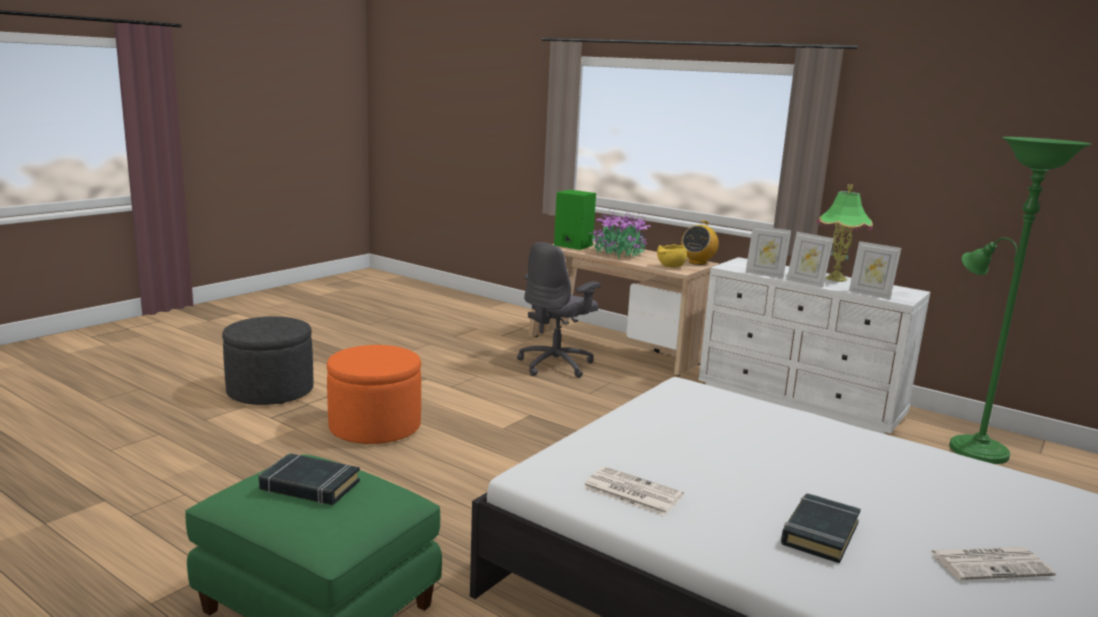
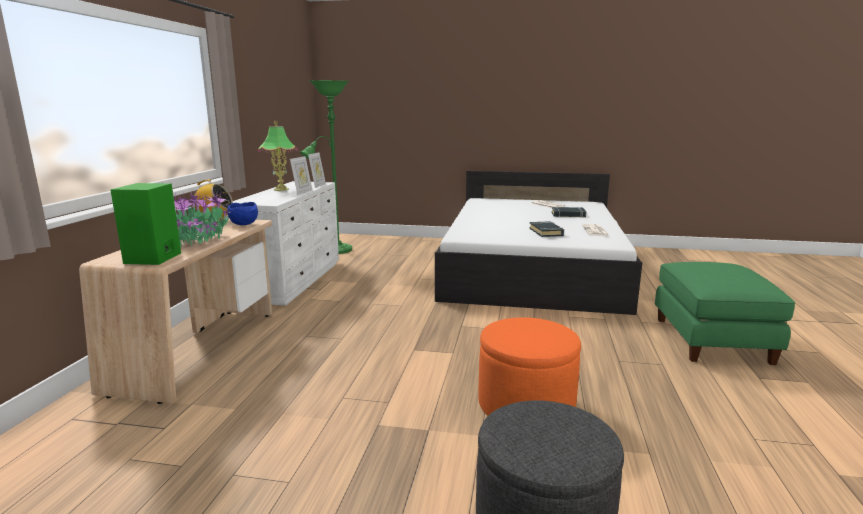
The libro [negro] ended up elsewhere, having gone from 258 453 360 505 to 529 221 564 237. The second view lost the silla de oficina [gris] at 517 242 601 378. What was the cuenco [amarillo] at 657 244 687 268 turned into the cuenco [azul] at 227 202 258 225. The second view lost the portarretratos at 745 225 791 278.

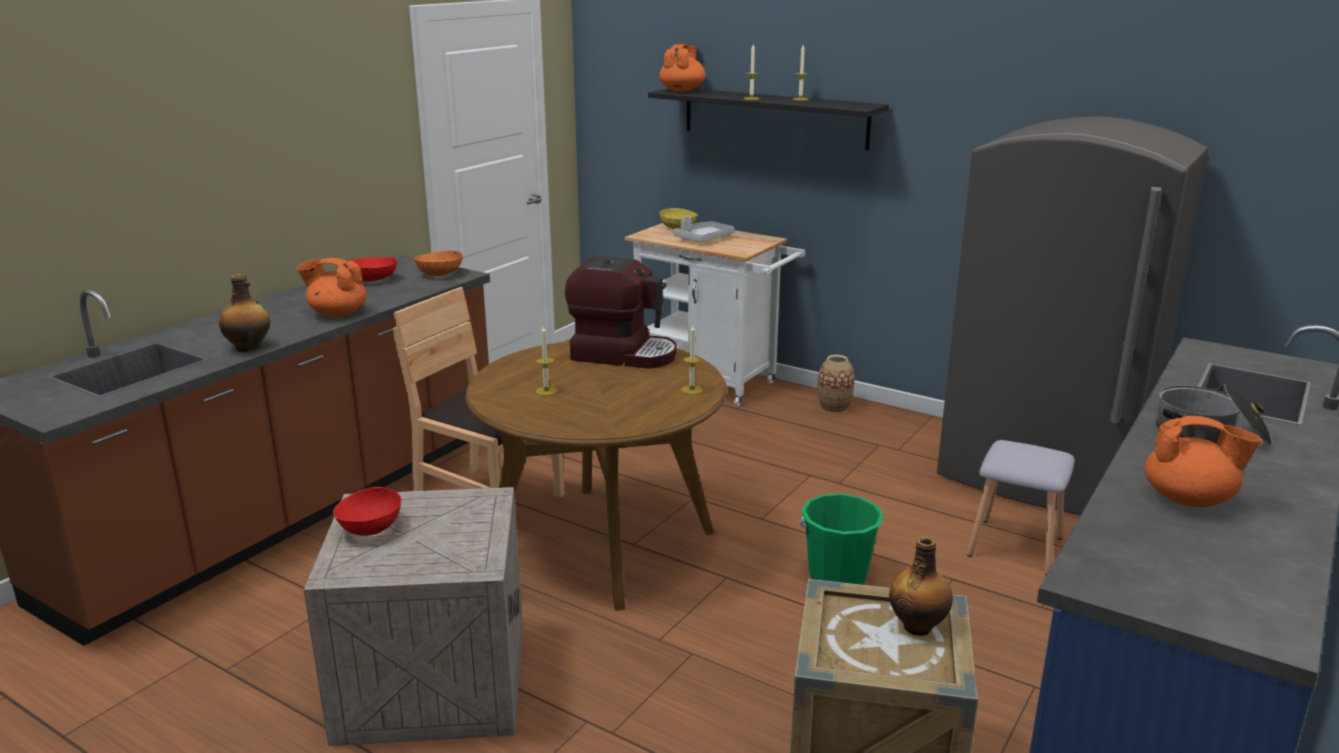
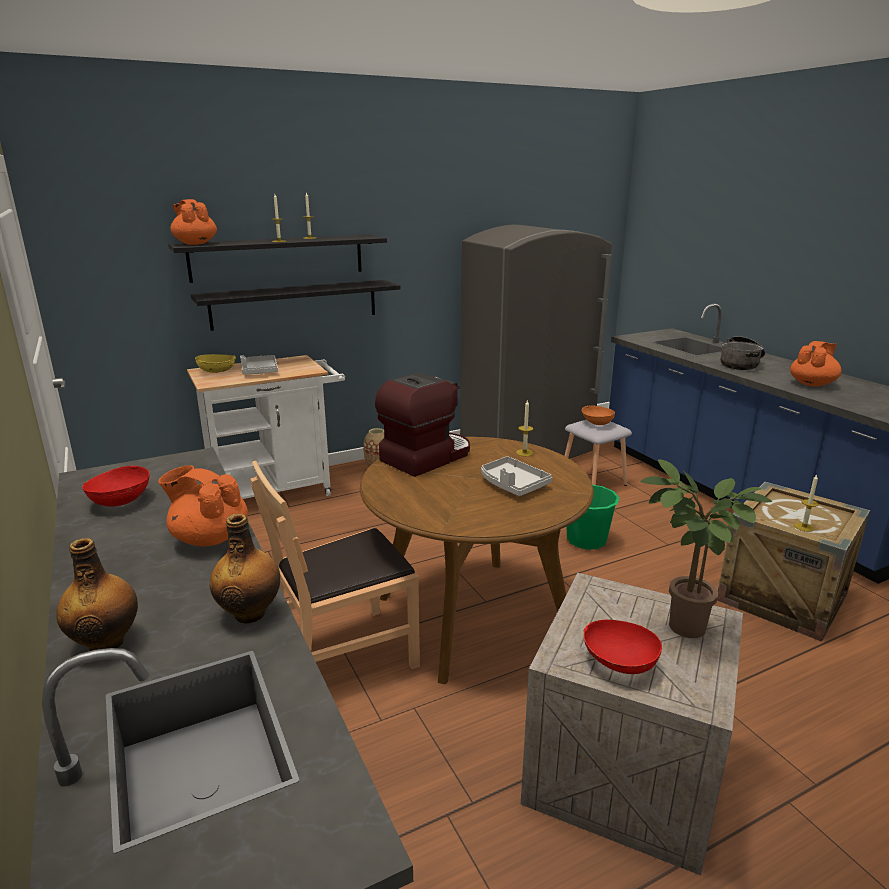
The tetera [naranja] at 297 258 367 318 ended up facing another way, 75 degrees clockwise from before. The cuenco [naranja] ended up elsewhere, having gone from 414 250 463 276 to 582 406 615 425. The vela ended up elsewhere, having gone from 536 326 557 396 to 794 475 819 532. The botella ended up elsewhere, having gone from 889 536 953 636 to 56 538 138 651. The second view gained the estante [negro] at 191 280 400 331. The second view gained the bandeja [gris] at 481 456 552 496. The second view gained the planta en maceta at 640 459 772 638.

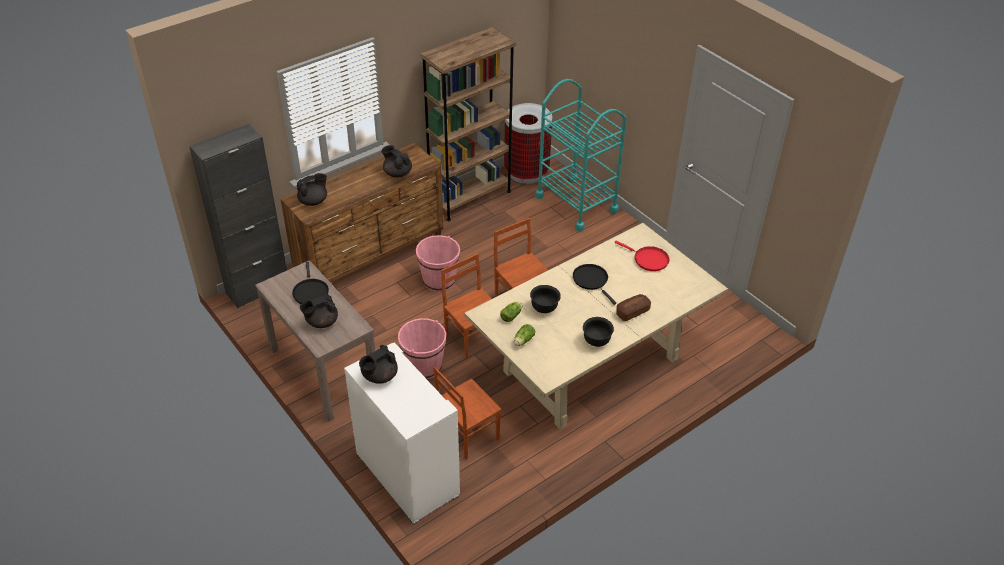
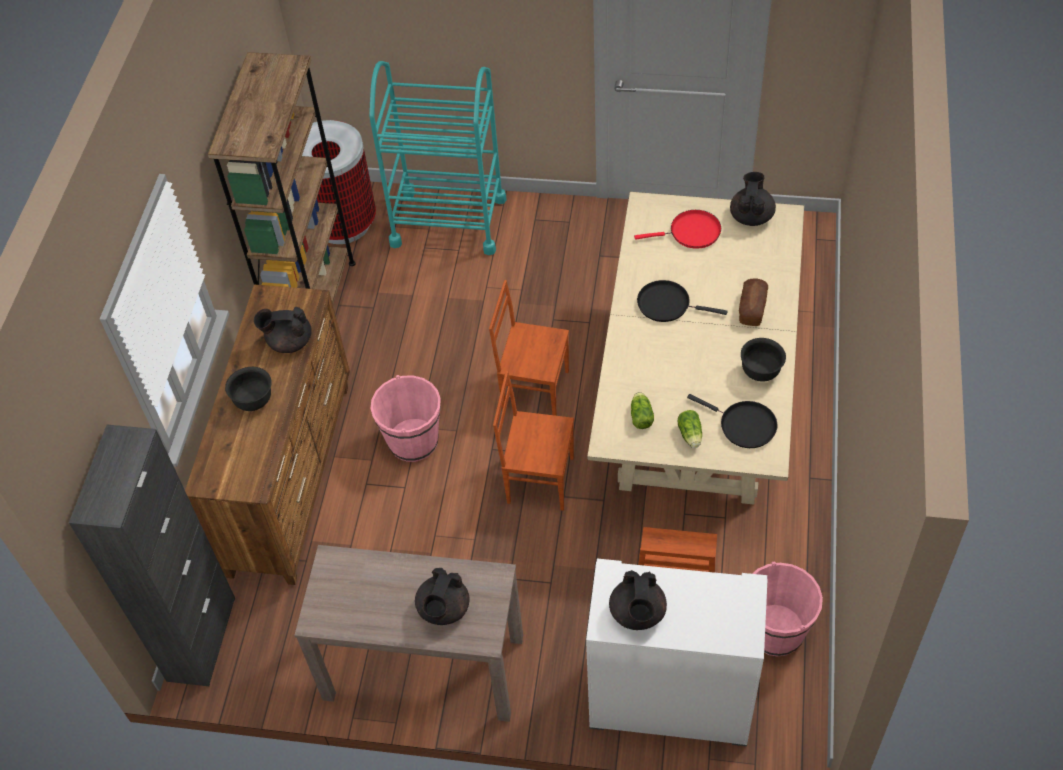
The sartén [negro] ended up elsewhere, having gone from 292 262 329 304 to 687 394 777 448. The tetera [negro] ended up elsewhere, having gone from 297 173 327 206 to 730 172 776 226. The cubo [rosa] ended up elsewhere, having gone from 398 318 446 379 to 752 562 823 656. The cuenco [negro] ended up elsewhere, having gone from 530 285 561 313 to 225 367 272 411.

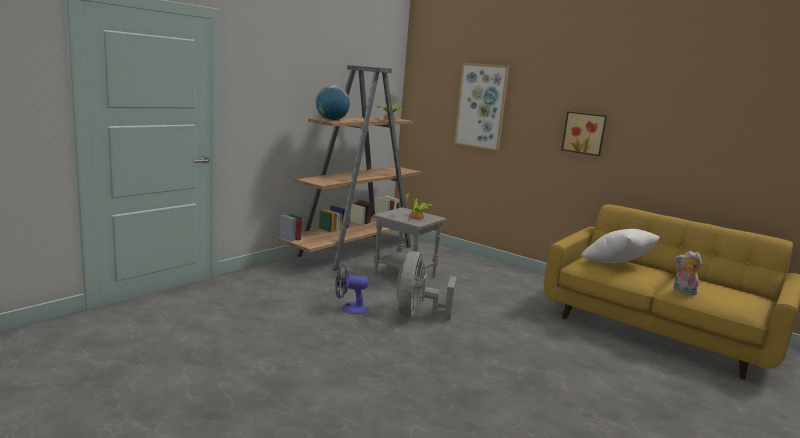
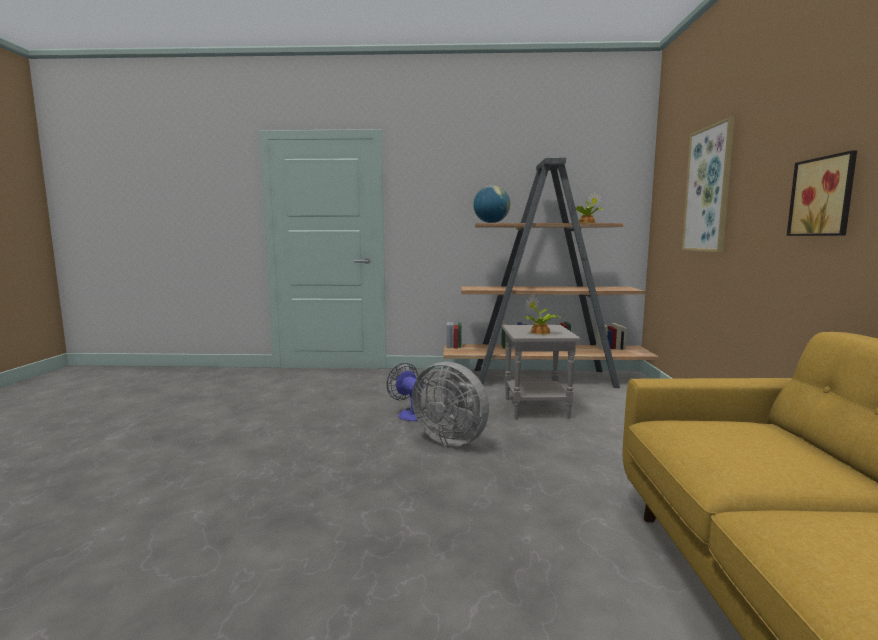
The ventilador [gris] at 396 251 457 320 ended up facing another way, 120 degrees counterclockwise from before. The second view lost the cojín [blanco] at 581 229 660 263. The second view lost the peluche at 673 251 702 295.

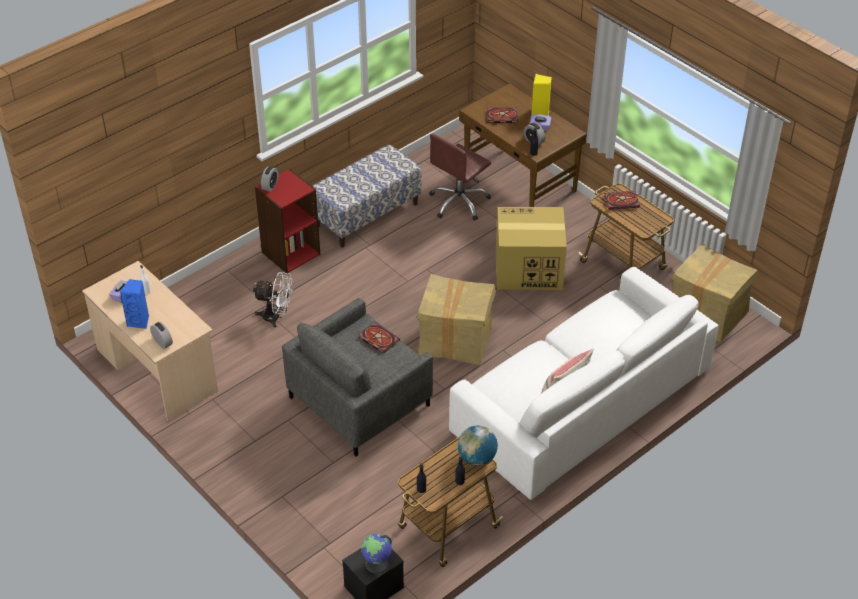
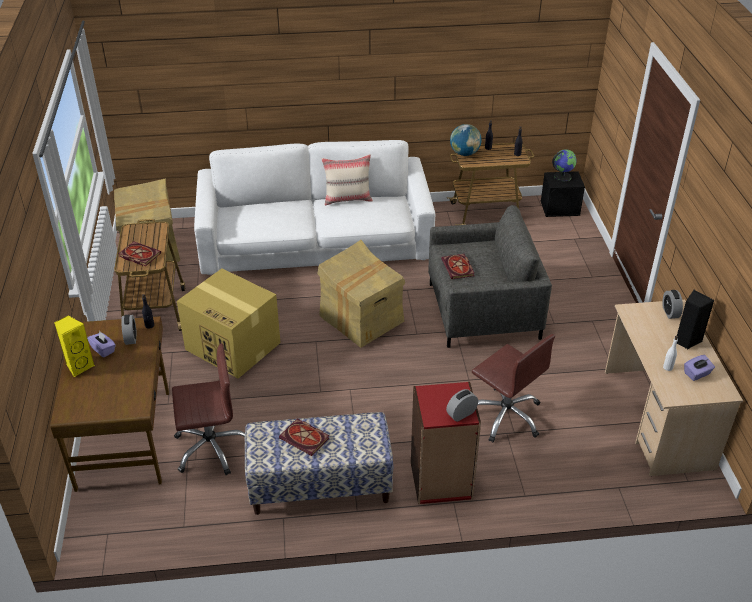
What was the altavoz [azul] at 120 279 149 329 turned into the altavoz [negro] at 677 290 715 349. Where the ventilador [blanco] stood at 253 272 292 328, the silla de oficina [marrón] came to stand at 472 334 555 442. The libro ended up elsewhere, having gone from 487 108 518 123 to 279 419 329 456.

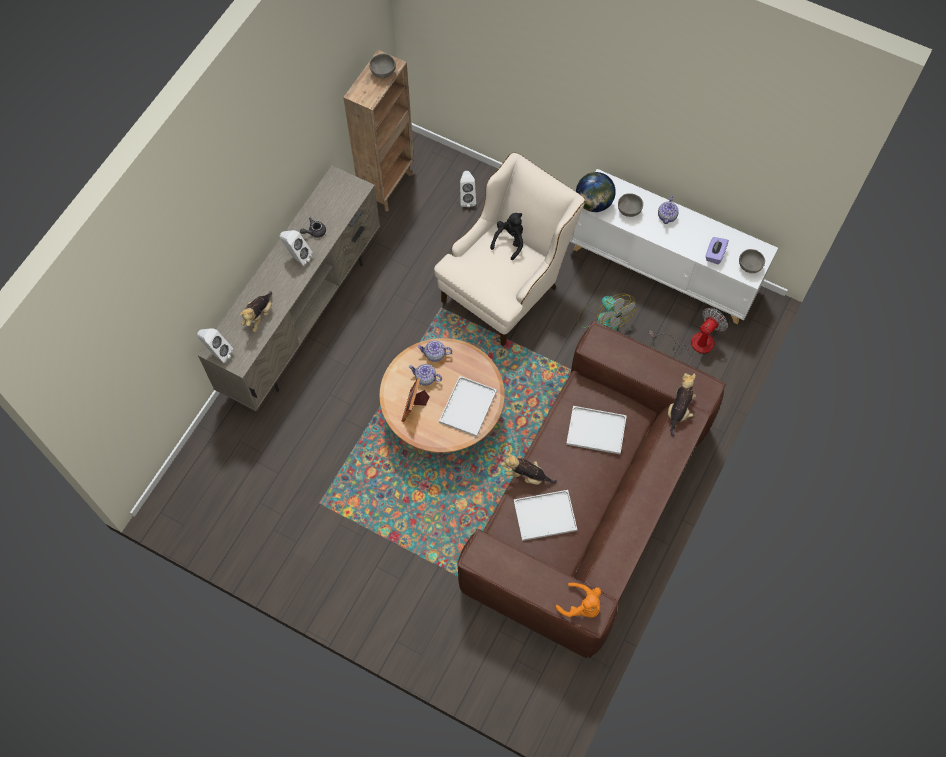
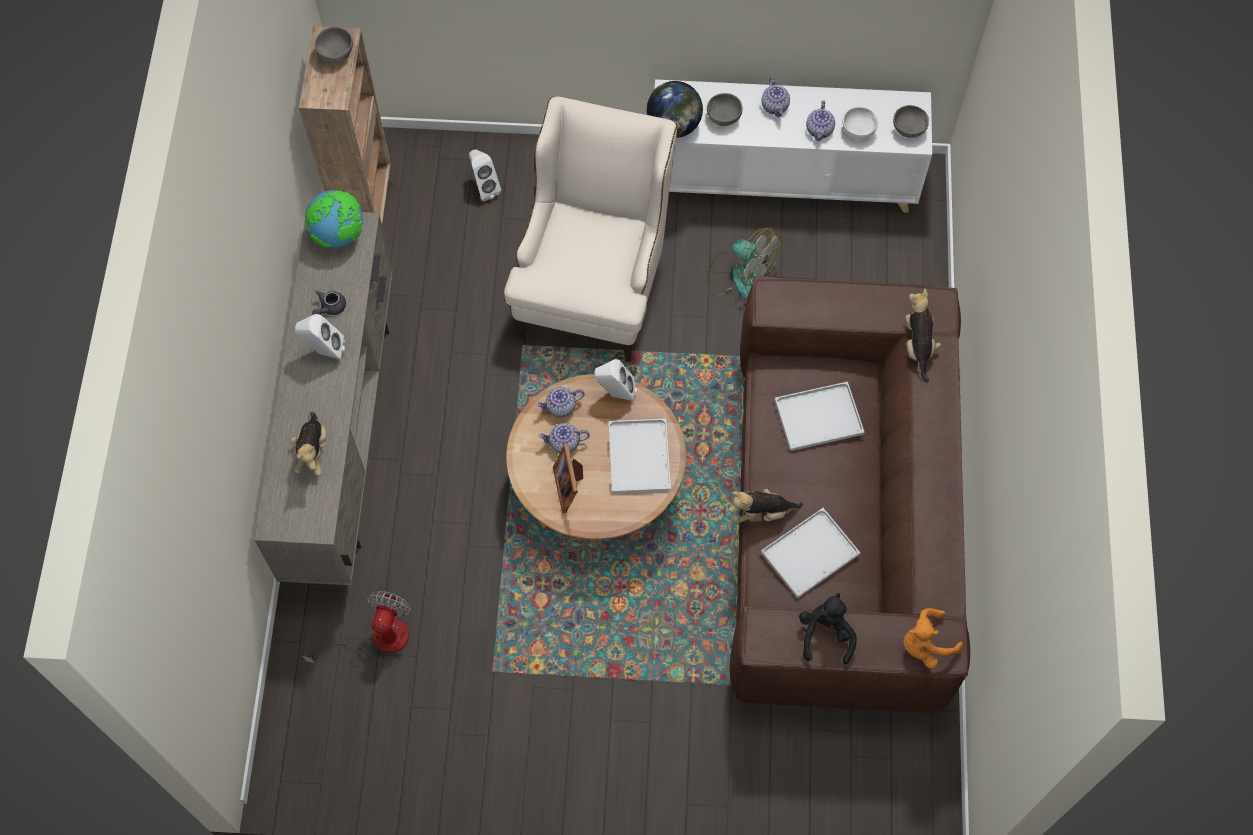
The altavoz [blanco] ended up elsewhere, having gone from 197 328 233 363 to 594 359 637 401. The peluche [negro] ended up elsewhere, having gone from 490 213 524 260 to 799 593 857 664. The peluche [naranja] at 555 582 601 618 ended up facing another way, 150 degrees clockwise from before. The ventilador ended up elsewhere, having gone from 648 308 728 355 to 303 591 411 667. Where the caja de pañuelos [morado] stood at 706 237 729 264, the cuenco [blanco] came to stand at 842 107 878 139. The second view gained the globo terráqueo at 305 190 363 248. The second view gained the tetera at 806 100 835 141.

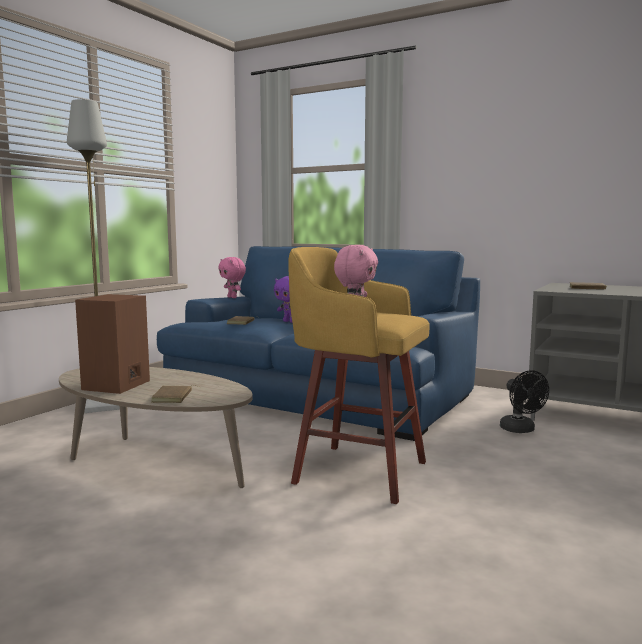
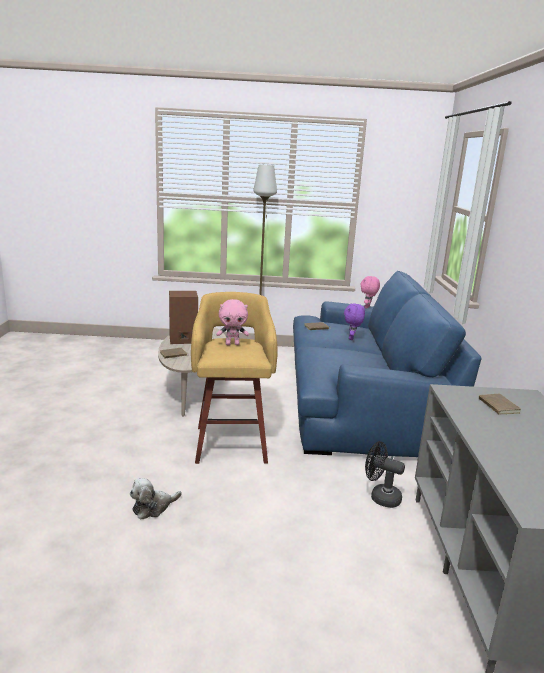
The ventilador [negro] at 500 370 549 433 ended up facing another way, 75 degrees clockwise from before. The second view gained the peluche at 130 478 182 520.

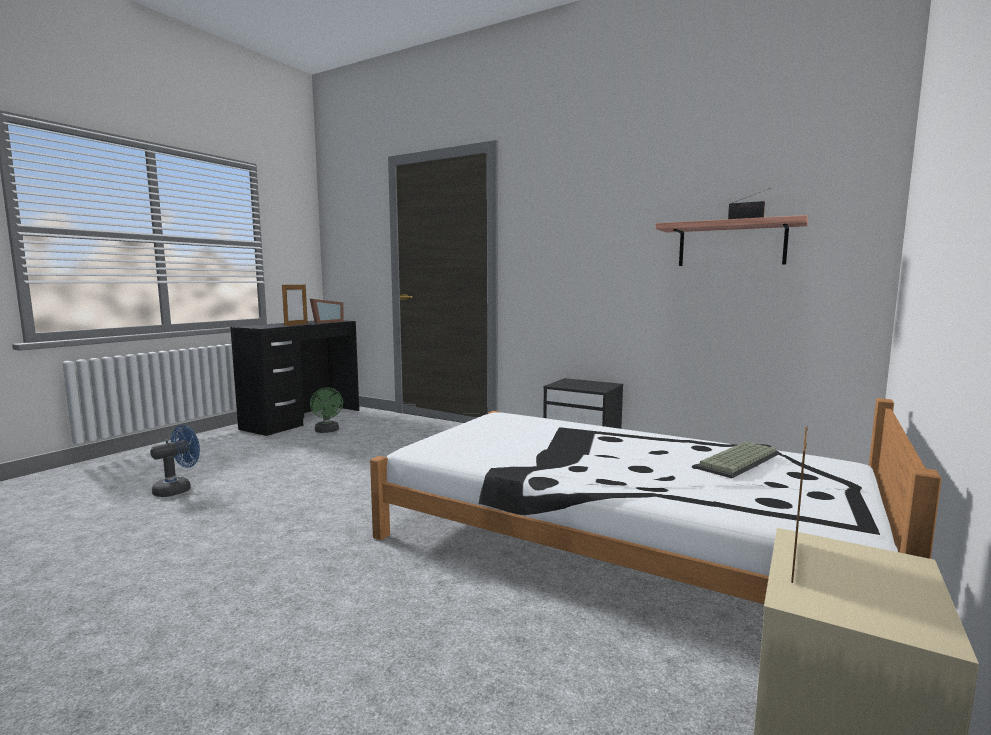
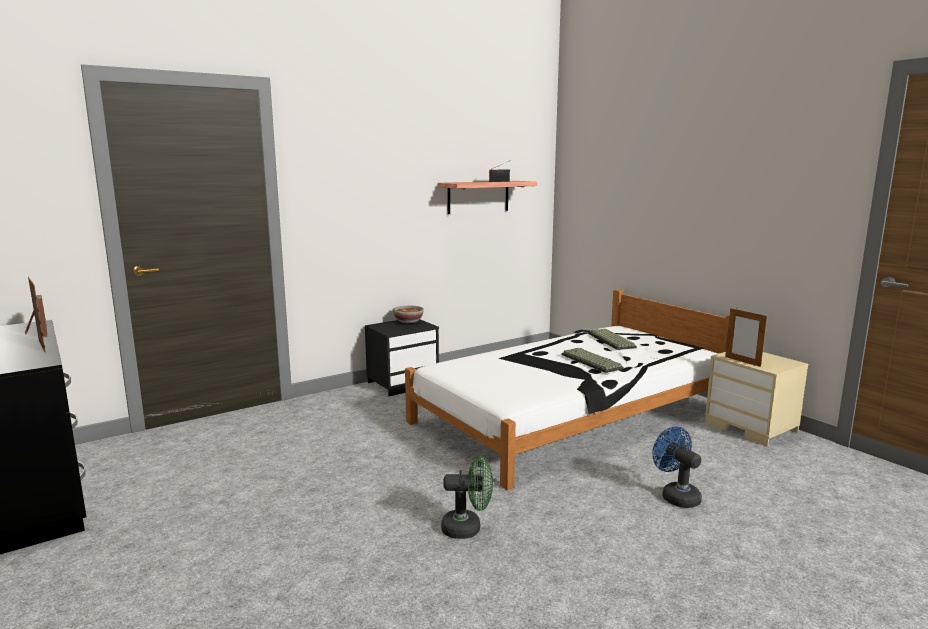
The ventilador [azul] ended up elsewhere, having gone from 150 425 200 497 to 652 426 702 508. The ventilador [verde] ended up elsewhere, having gone from 310 387 343 433 to 441 456 493 539. The second view gained the cuenco at 393 306 424 323. The second view gained the teclado at 561 348 624 373.

